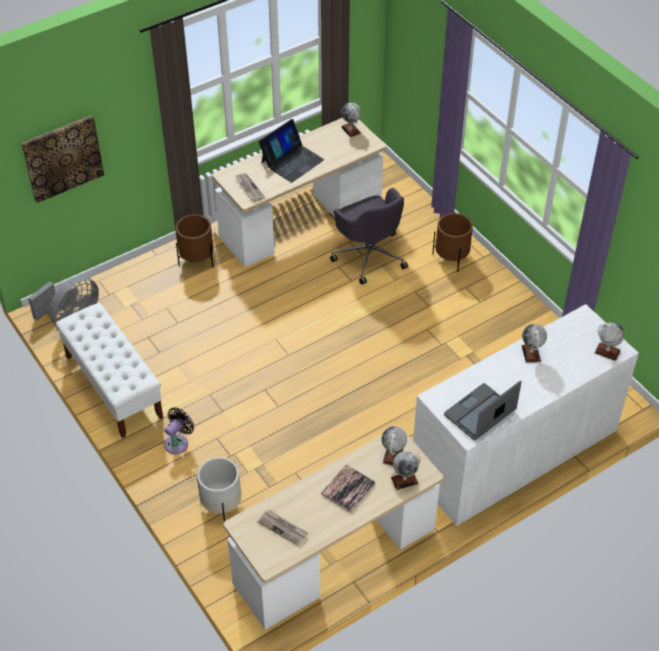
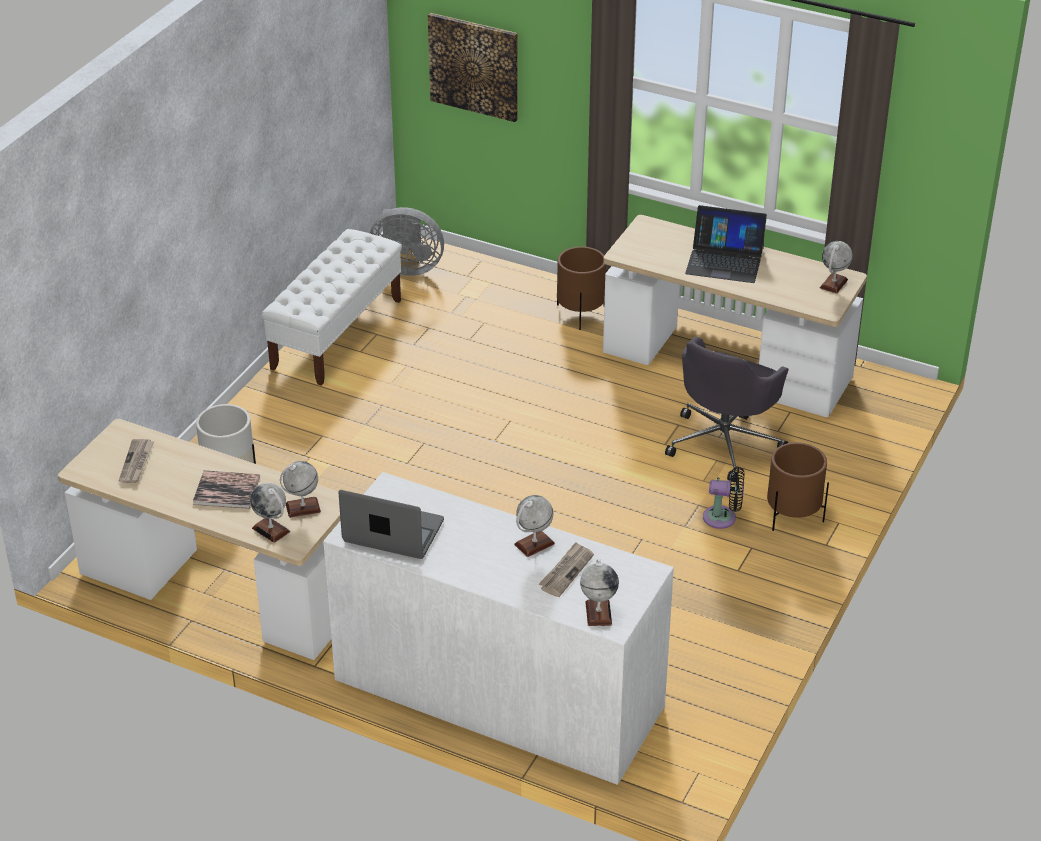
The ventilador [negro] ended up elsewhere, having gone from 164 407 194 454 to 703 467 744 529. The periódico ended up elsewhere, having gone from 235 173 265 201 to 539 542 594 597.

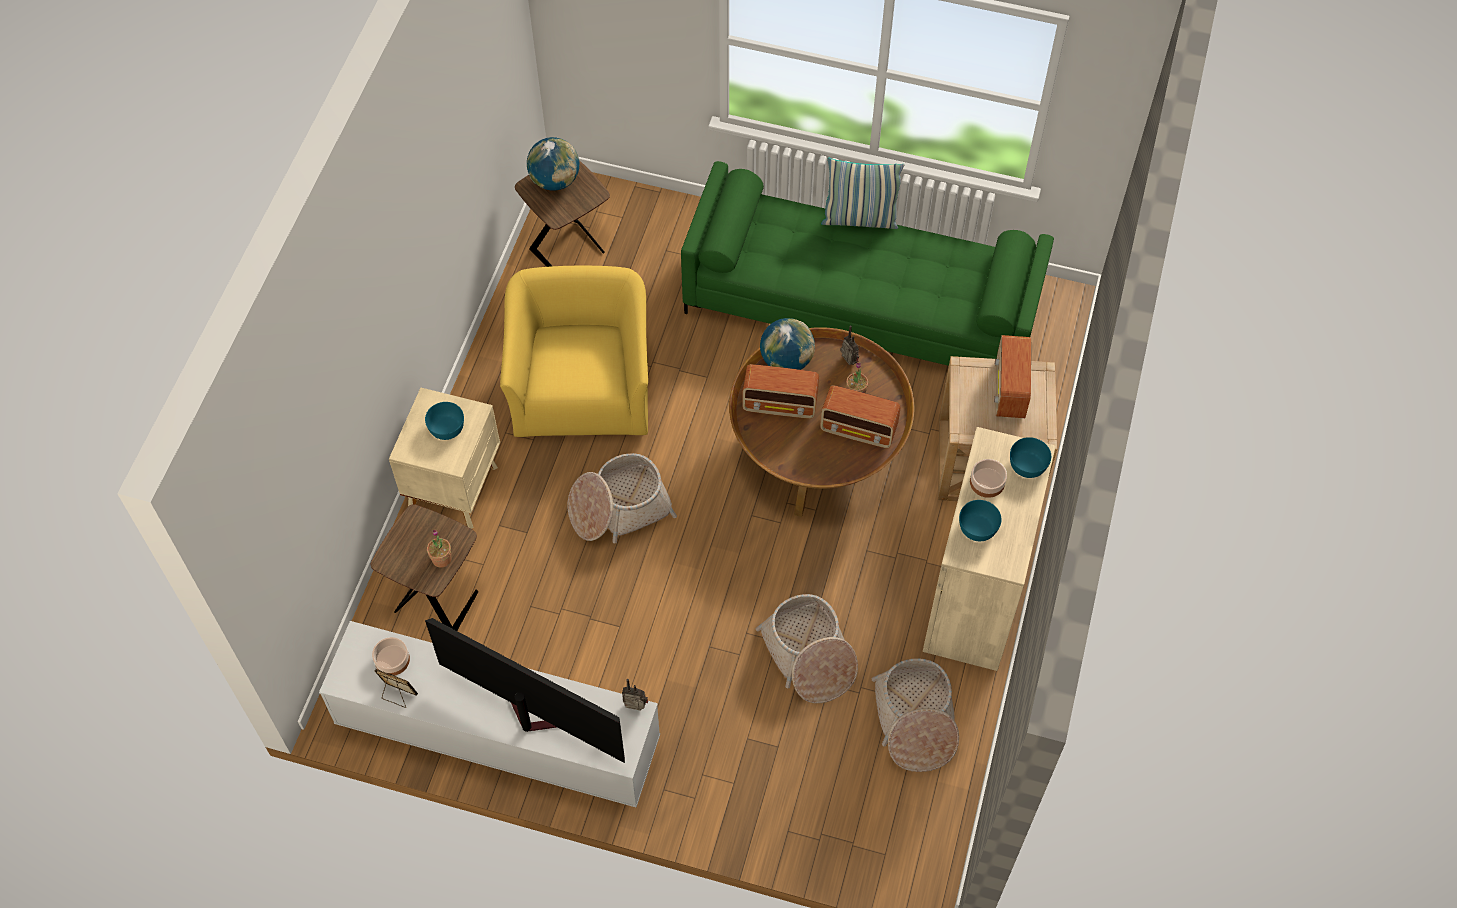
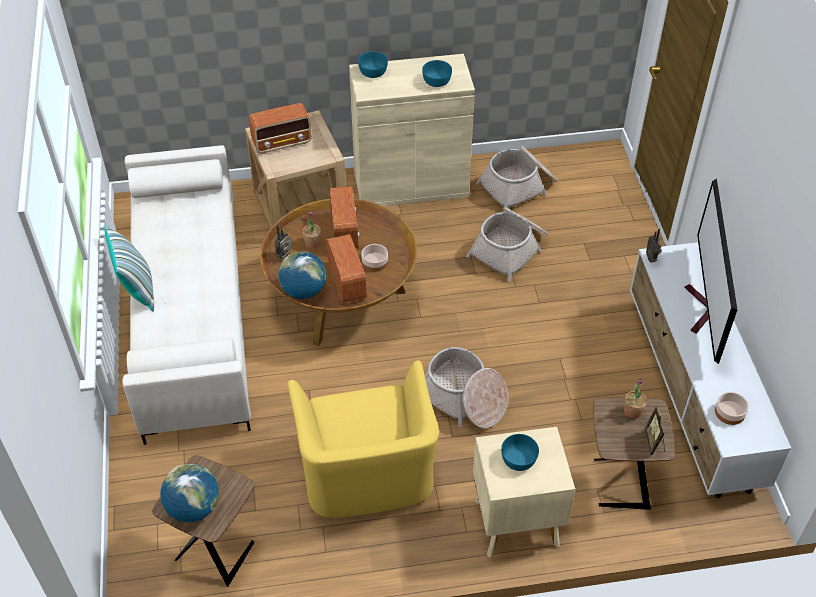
The portarretratos ended up elsewhere, having gone from 375 669 418 708 to 644 406 665 455. The sillón [amarillo] at 500 266 648 437 ended up facing another way, 75 degrees counterclockwise from before. What was the sofá [verde] at 681 161 1054 366 turned into the sofá [blanco] at 122 145 251 445. The cuenco ended up elsewhere, having gone from 970 459 1007 498 to 361 244 388 272.

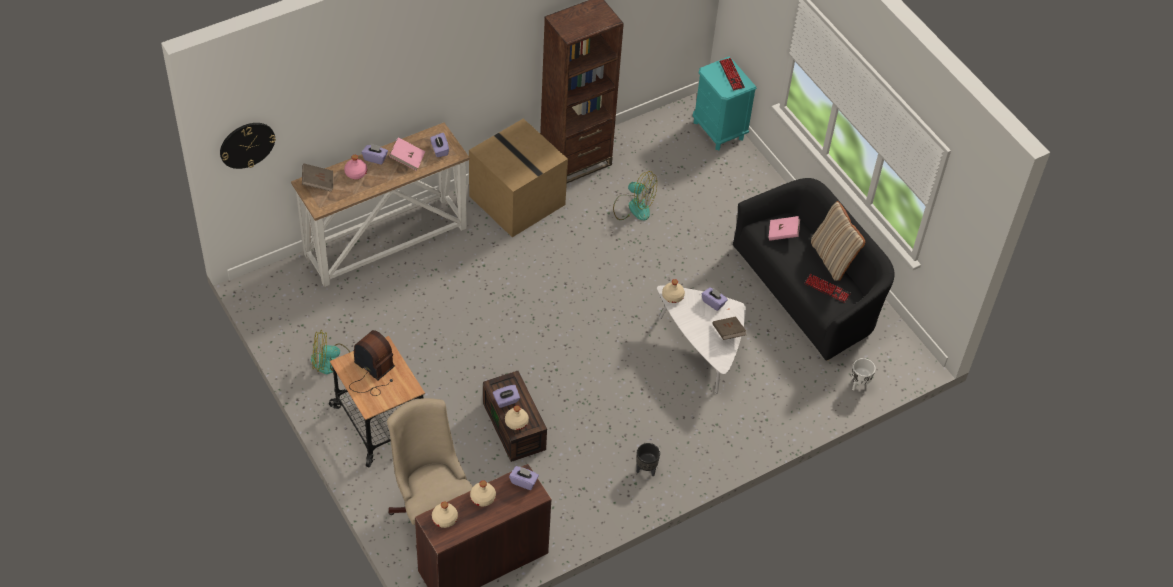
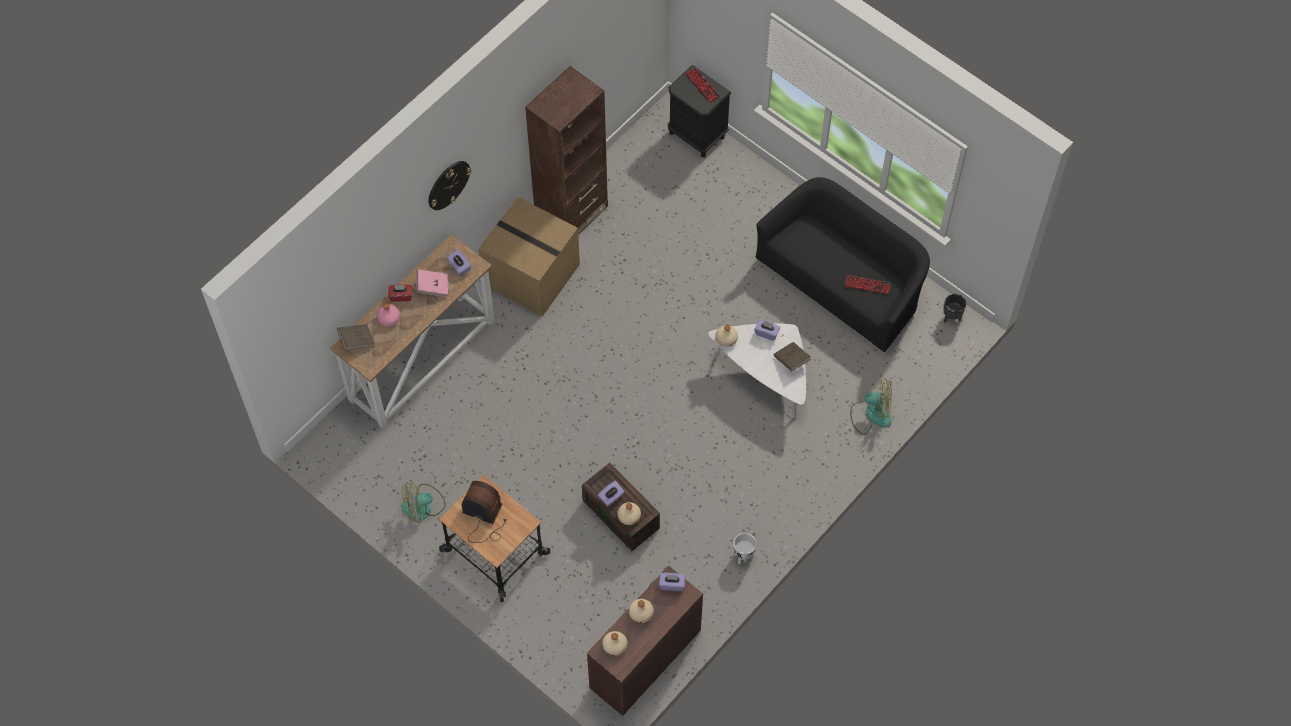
The reloj de pared ended up elsewhere, having gone from 220 123 276 169 to 428 161 471 210. What was the caja de pañuelos [morado] at 362 143 388 165 turned into the caja de pañuelos [rojo] at 388 284 412 302. The second view lost the silla de oficina [beis] at 387 398 473 548. The ventilador ended up elsewhere, having gone from 613 171 657 221 to 850 378 892 435. The maceta [negro] ended up elsewhere, having gone from 636 443 660 476 to 943 294 966 323. What was the mesita de noche [turquesa] at 693 56 757 150 turned into the mesita de noche [negro] at 668 65 731 157. The second view lost the libro [rosa] at 769 216 800 241. The second view lost the cojín [beis] at 811 201 865 281. The maceta [blanco] ended up elsewhere, having gone from 851 358 876 391 to 733 533 756 564.

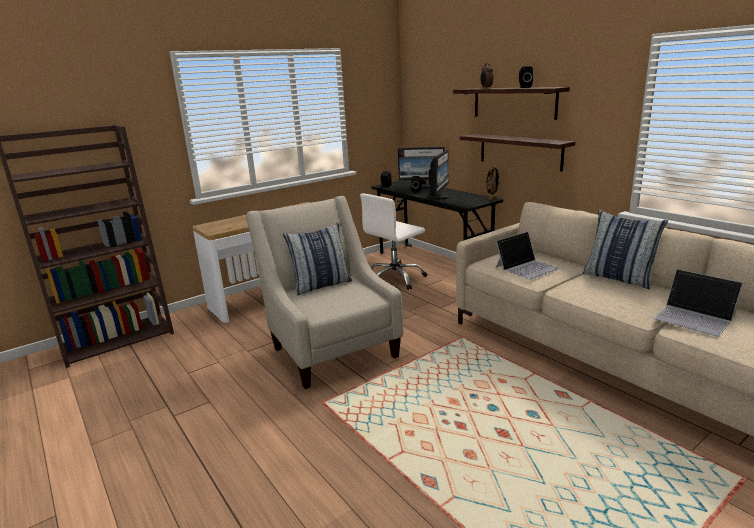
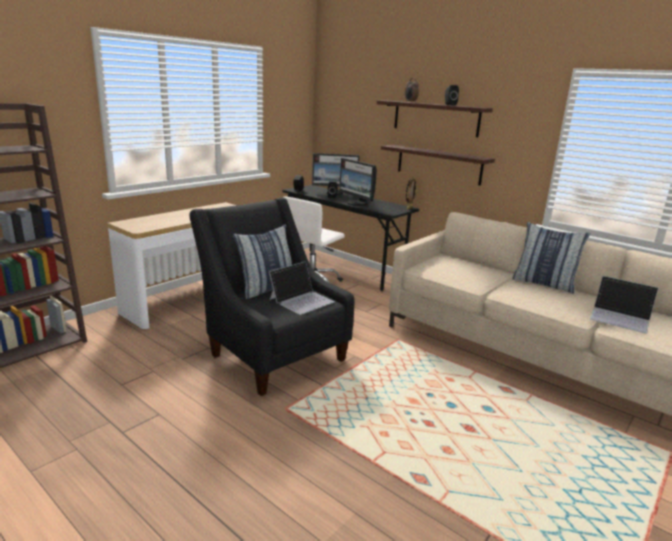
What was the sillón [beis] at 246 196 403 389 turned into the sillón [negro] at 190 198 355 396. The monitor at 427 150 449 199 ended up facing another way, 135 degrees clockwise from before. The portátil ended up elsewhere, having gone from 496 232 560 280 to 269 261 335 315.

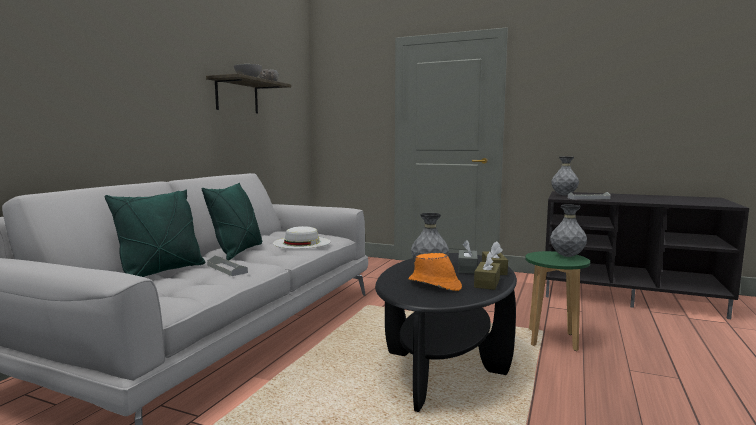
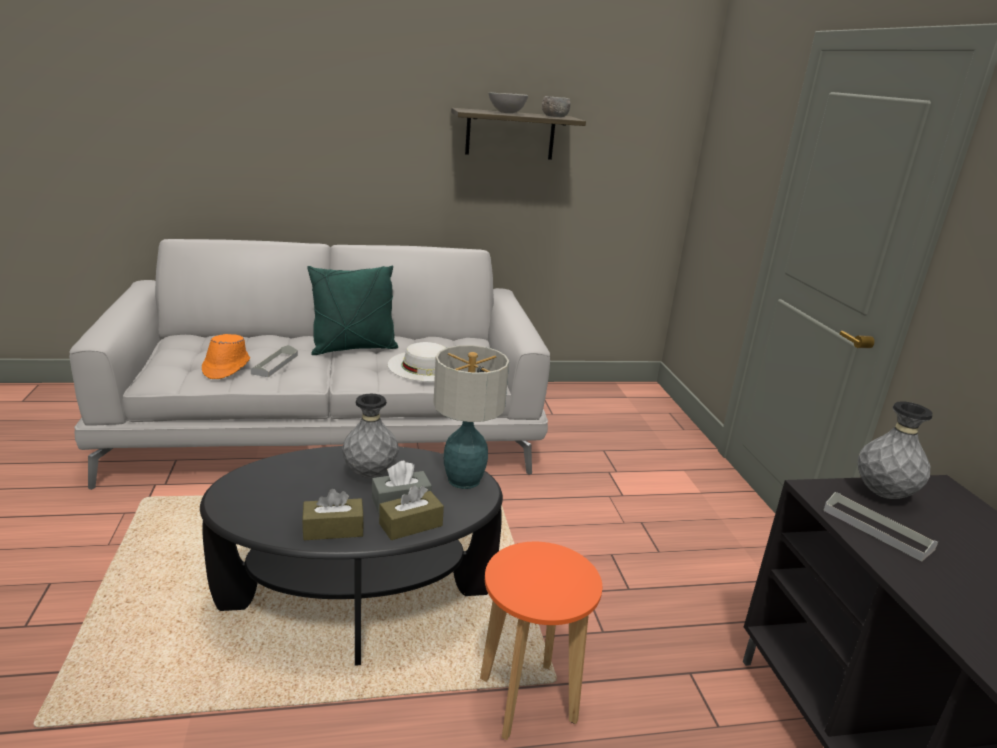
The second view lost the cojín [verde] at 105 190 205 277. The sombrero [naranja] ended up elsewhere, having gone from 408 253 462 291 to 202 334 250 379. What was the taburete [verde] at 525 251 590 351 turned into the taburete [naranja] at 480 542 602 740. The second view lost the florero [gris] at 550 205 587 257. The second view gained the lámpara de mesa at 433 345 509 489.

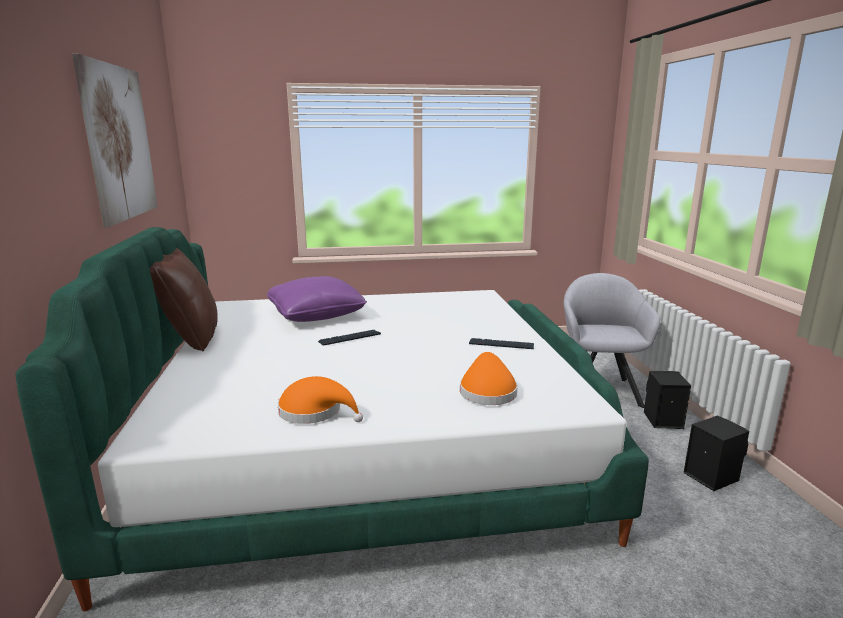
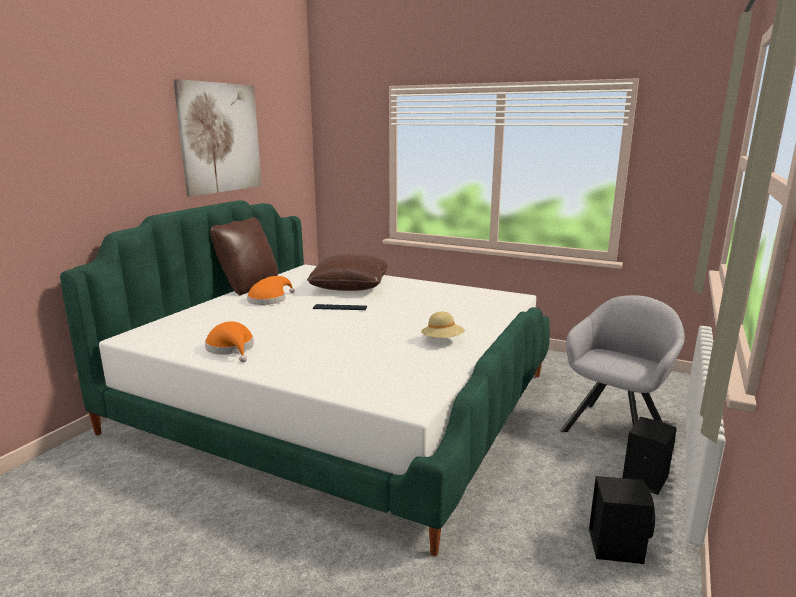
What was the cojín [morado] at 267 276 367 322 turned into the cojín [marrón] at 307 254 388 291. The sombrero [naranja] ended up elsewhere, having gone from 460 352 517 405 to 247 276 295 305. Where the teclado stood at 469 338 534 349, the sombrero [beis] came to stand at 421 312 465 338.

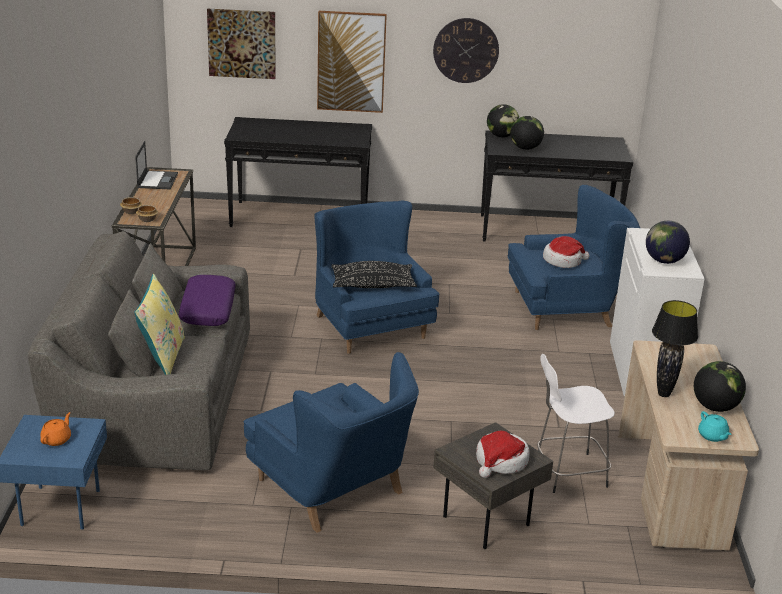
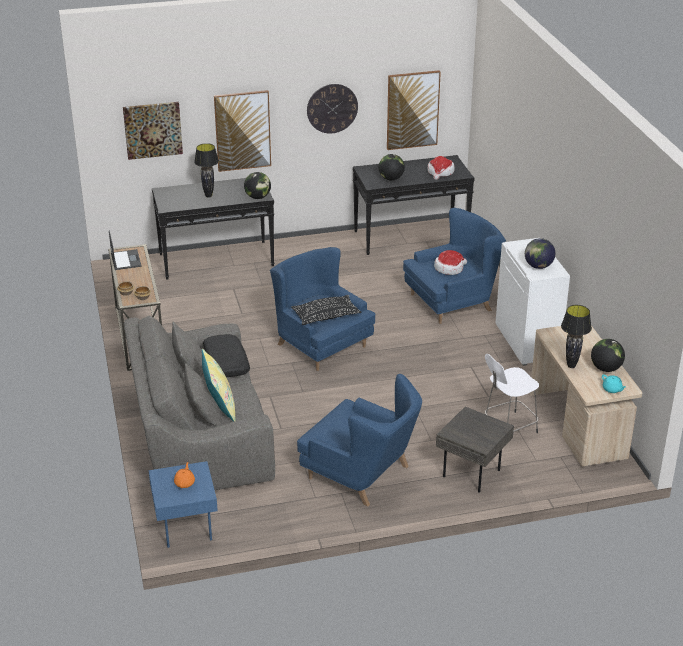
What was the cojín [morado] at 179 275 236 326 turned into the cojín [negro] at 203 334 250 377. The sombrero ended up elsewhere, having gone from 476 431 530 478 to 428 156 455 180. The globo terráqueo ended up elsewhere, having gone from 487 104 519 137 to 244 172 271 199. The second view gained the lámpara de mesa [negro] at 194 143 219 198. The second view gained the cuadro at 387 70 441 150.

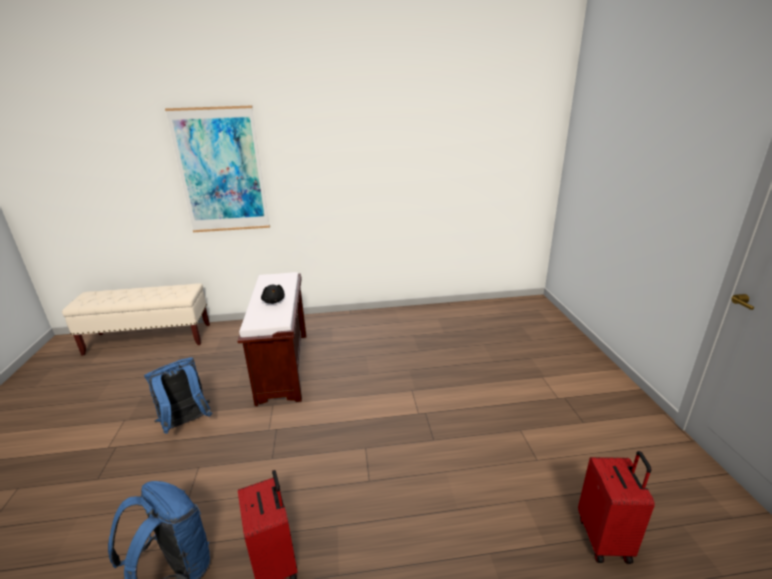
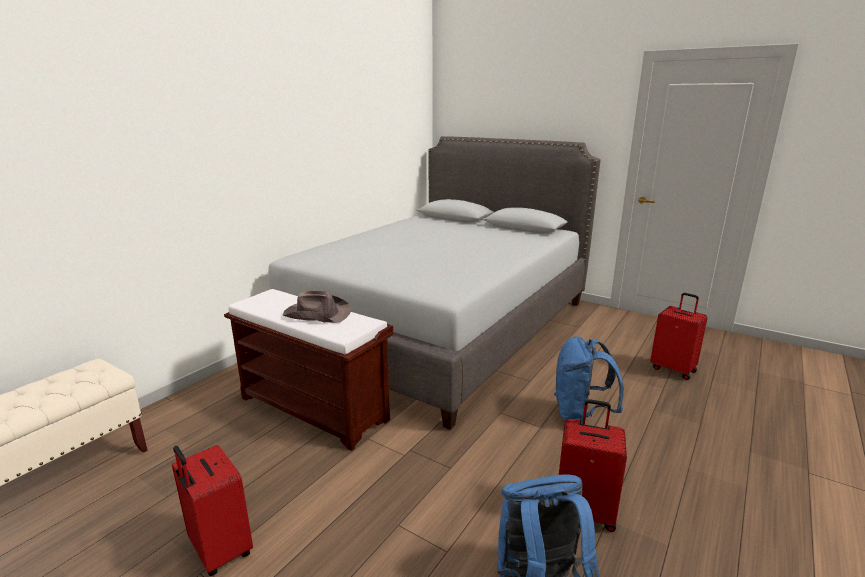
The mochila [azul] ended up elsewhere, having gone from 144 357 212 433 to 554 336 624 424. The second view lost the cuadro at 165 105 270 232. Where the peluche [negro] stood at 261 285 285 304, the sombrero [marrón] came to stand at 283 290 352 323. The second view gained the maleta [rojo] at 172 445 253 576. The second view gained the cama [gris] at 268 136 601 430.

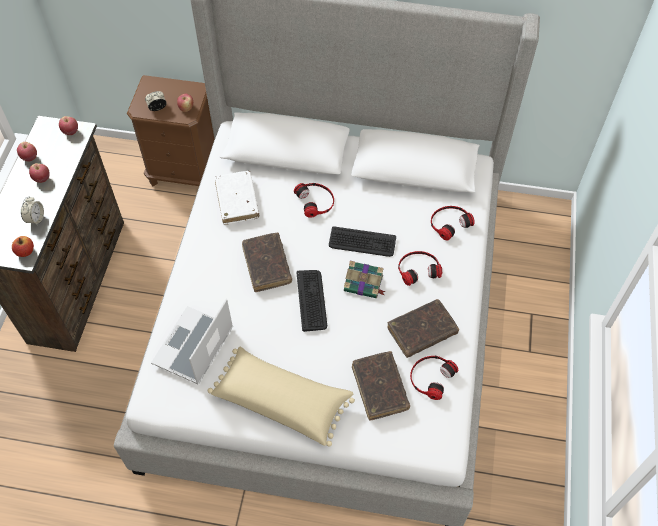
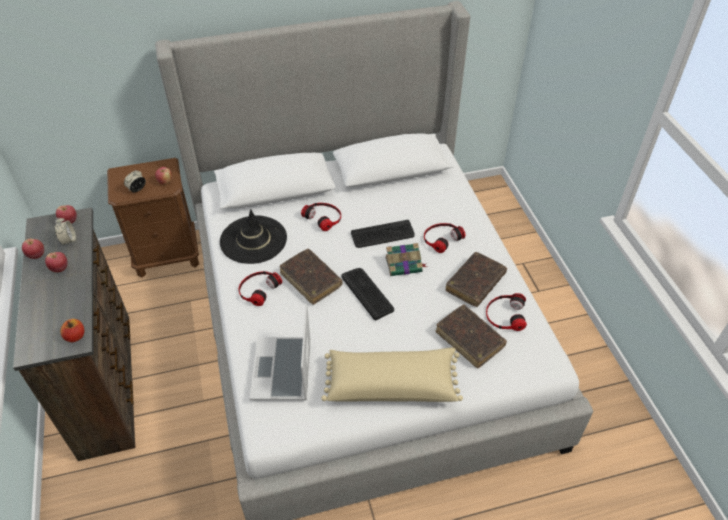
The despertador ended up elsewhere, having gone from 21 197 44 225 to 54 218 76 245. Where the libro [blanco] stood at 215 171 260 225, the sombrero [negro] came to stand at 220 209 287 264. The auriculares ended up elsewhere, having gone from 431 206 475 240 to 239 271 282 306.

